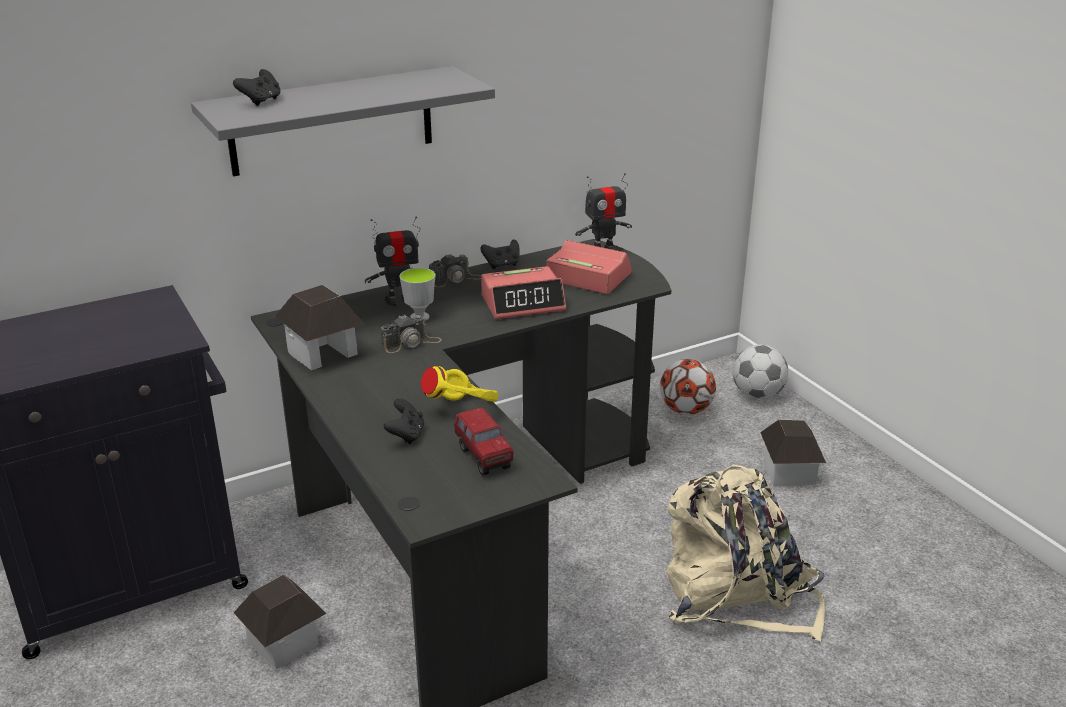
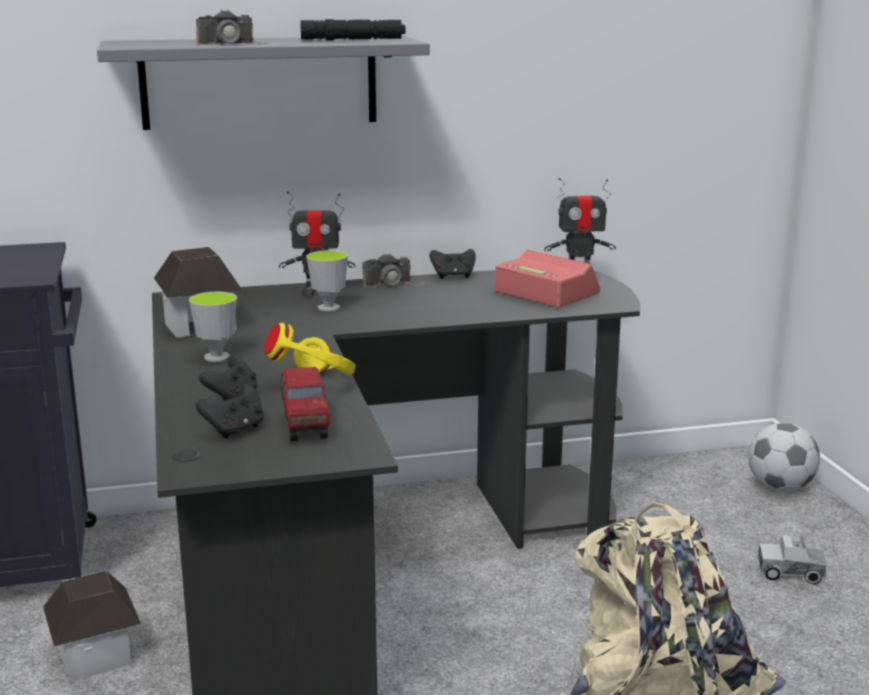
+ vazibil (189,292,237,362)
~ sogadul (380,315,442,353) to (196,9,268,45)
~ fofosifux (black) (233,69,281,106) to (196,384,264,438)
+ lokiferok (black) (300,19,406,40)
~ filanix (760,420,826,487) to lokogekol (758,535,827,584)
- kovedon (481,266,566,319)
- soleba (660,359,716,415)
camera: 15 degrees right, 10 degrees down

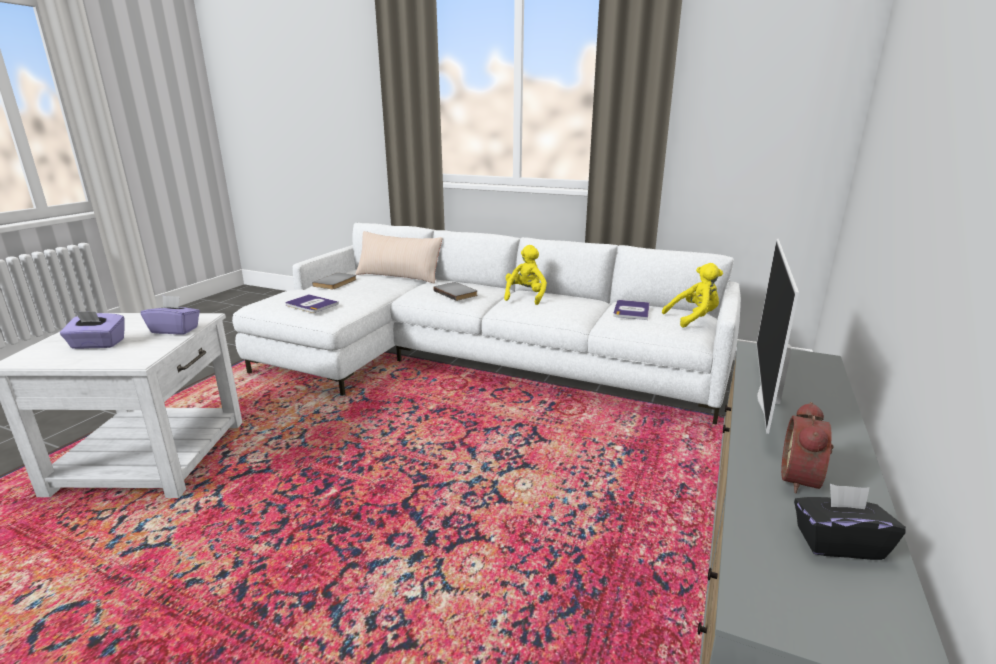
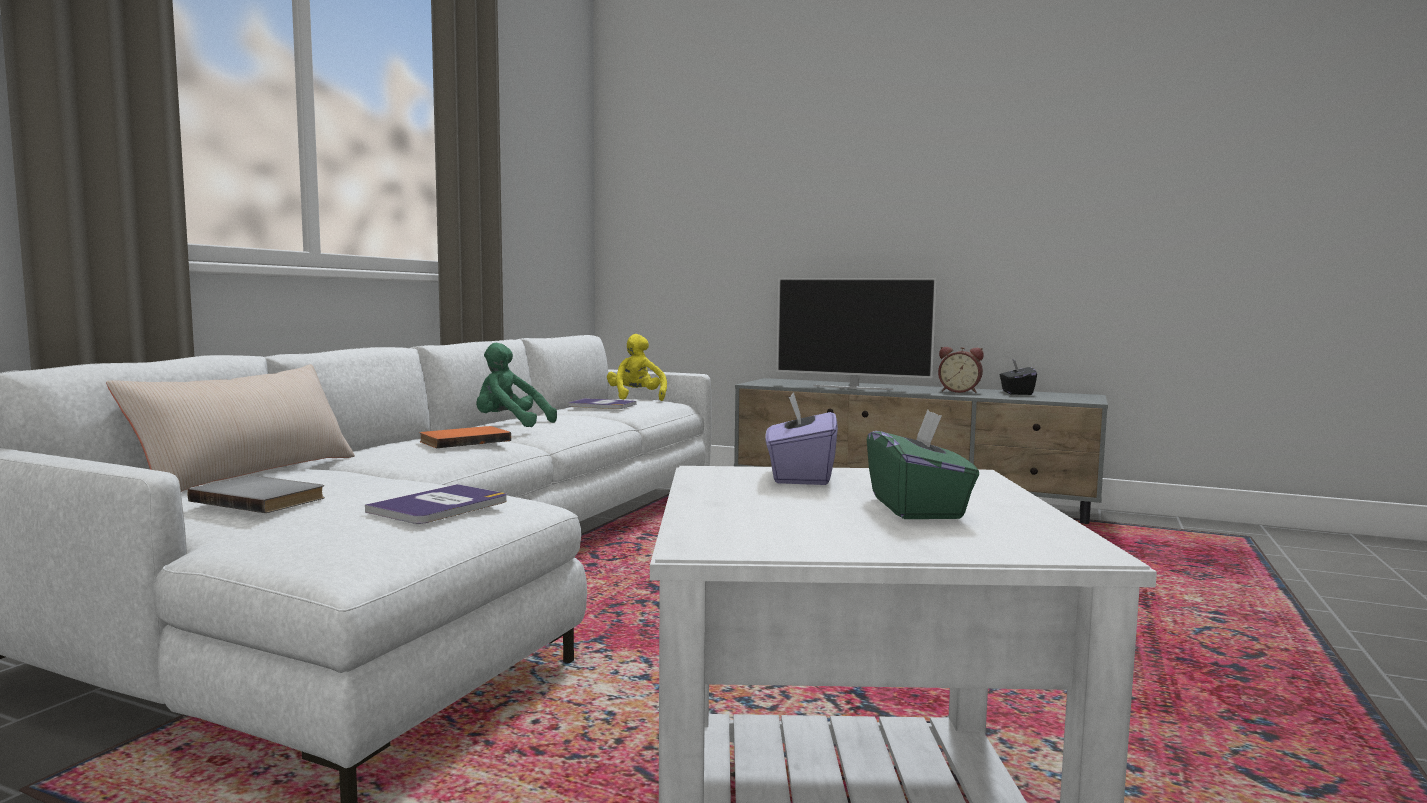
~ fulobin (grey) (433,282,478,301) to fulobin (orange) (419,426,511,448)
~ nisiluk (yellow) (504,245,547,305) to nisiluk (green) (476,343,557,427)
~ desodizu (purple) (60,311,125,349) to desodizu (green) (867,410,979,519)
camera: 90 degrees left, 15 degrees down

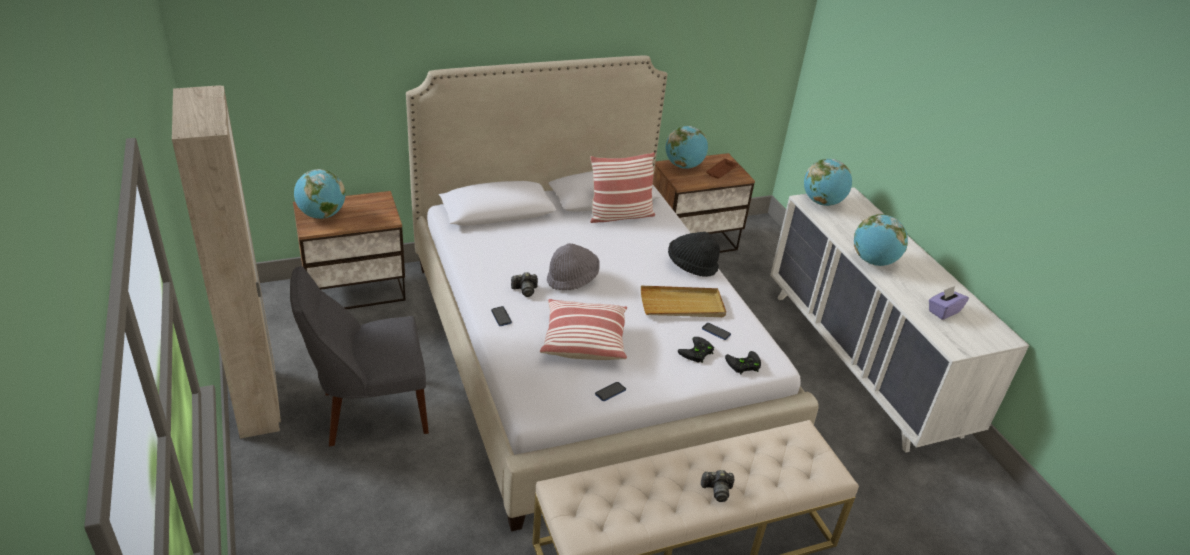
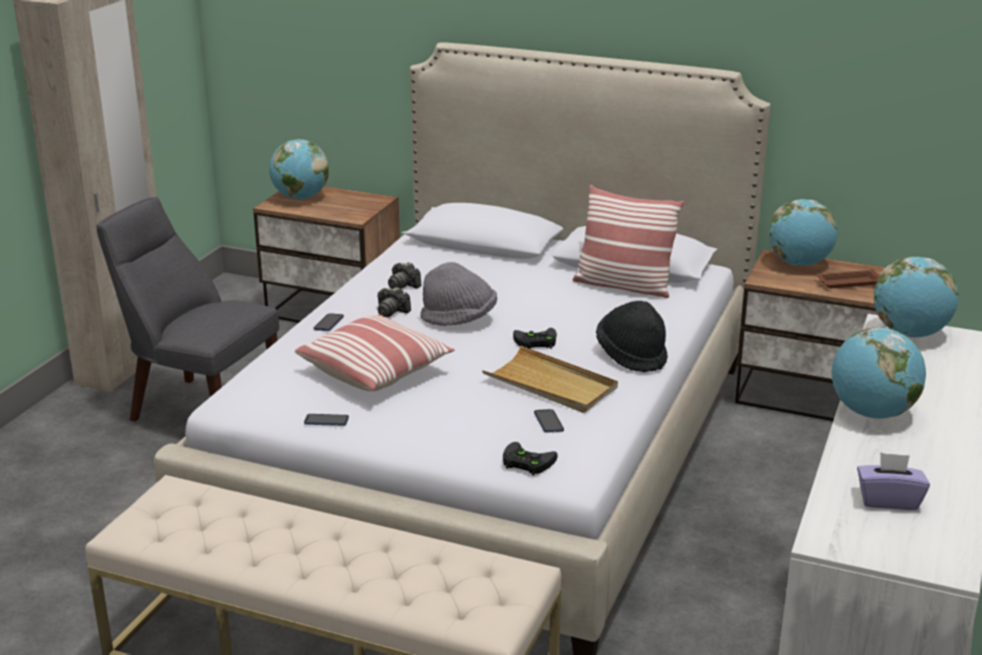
~ sogadul (701,470,734,502) to (388,262,422,289)
~ fofosifux (black) (678,337,714,363) to (513,328,557,349)
camera: 45 degrees right, 10 degrees down

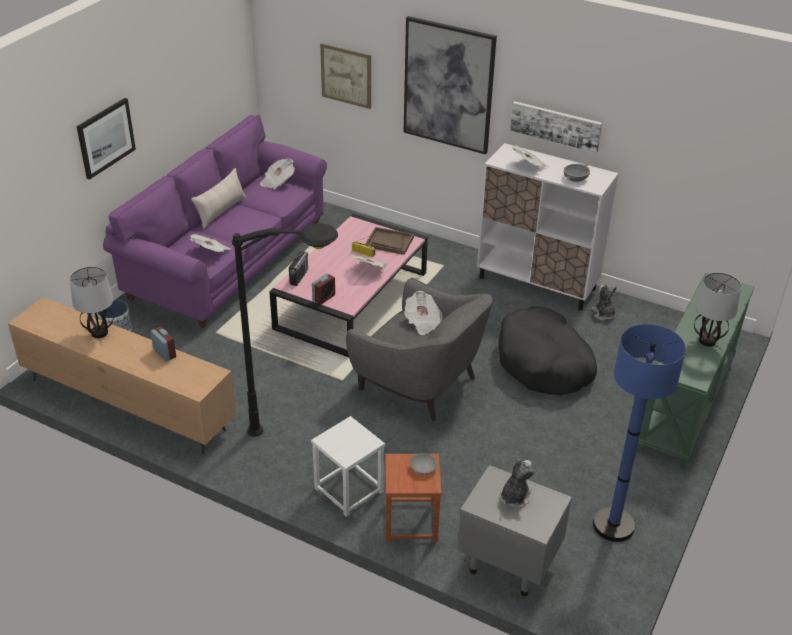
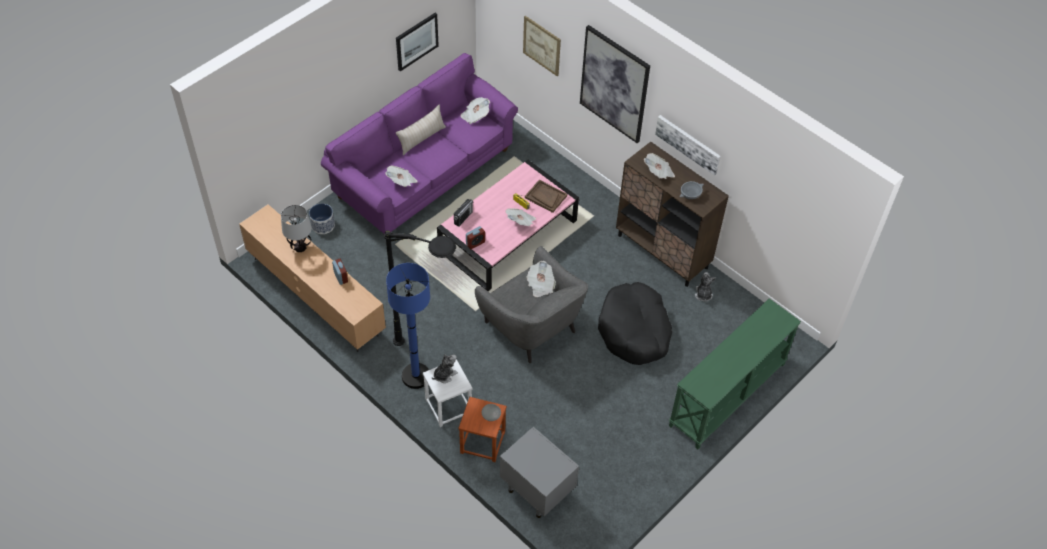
~ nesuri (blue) (593,324,686,542) to (386,263,430,389)
~ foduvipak (77,98,136,180) to (396,13,439,71)
~ nisiluk (500,459,535,508) to (432,355,458,383)
~ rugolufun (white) (477,143,618,311) to rugolufun (brown) (616,142,729,287)
- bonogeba (694,273,741,346)
camera: 15 degrees right, 15 degrees up

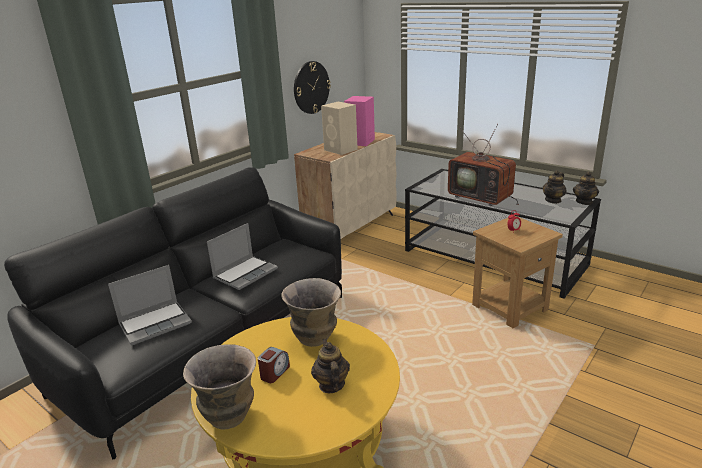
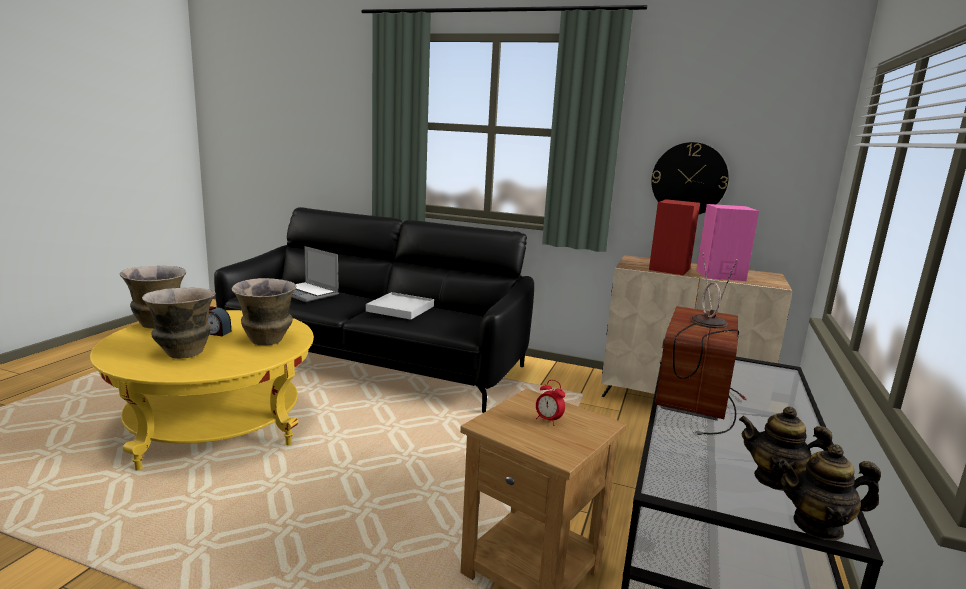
~ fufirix (311,339,350,393) to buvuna (142,287,216,359)
~ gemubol (207,223,278,290) to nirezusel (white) (366,292,434,320)
~ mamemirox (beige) (321,102,358,155) to mamemirox (red) (649,199,700,275)
camera: 70 degrees right, 10 degrees down

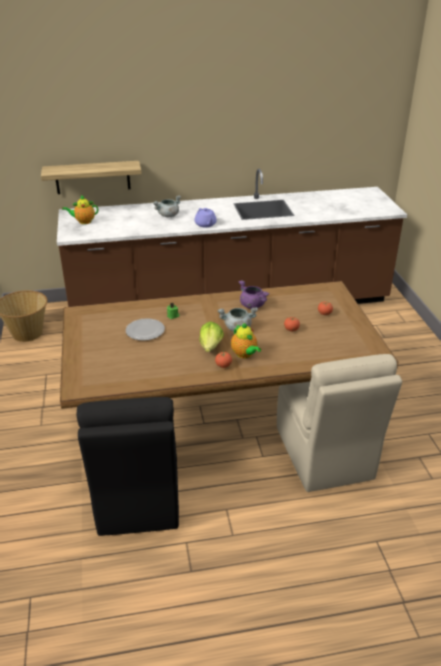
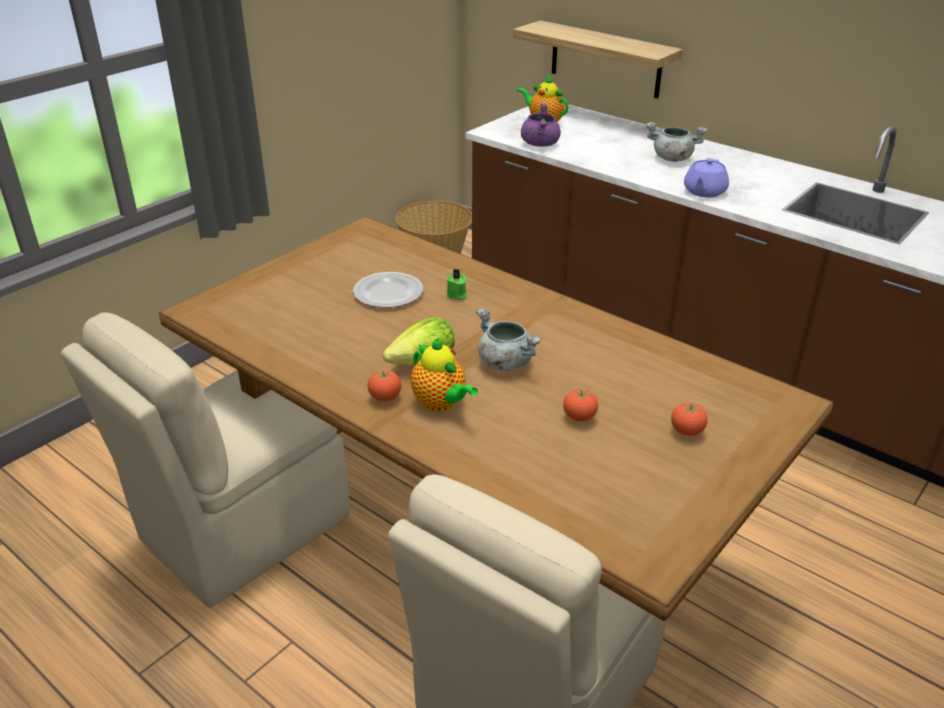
~ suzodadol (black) (76,397,179,536) to suzodadol (beige) (61,312,349,608)
~ fufirix (231,323,261,358) = (411,339,478,412) 60 degrees counterclockwise
~ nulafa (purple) (239,281,269,309) to (521,103,561,146)
camera: 50 degrees right, 0 degrees up

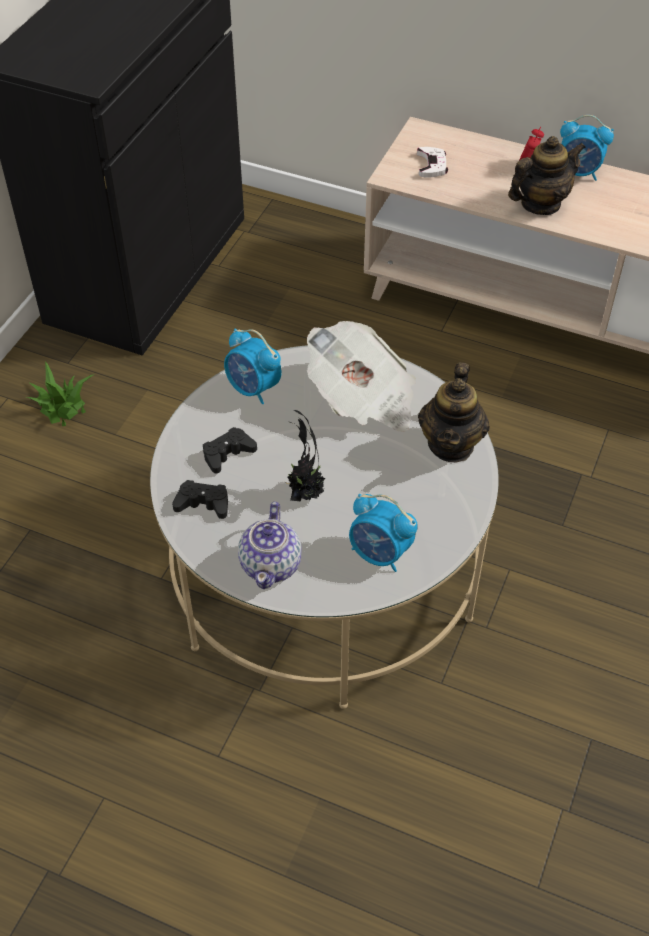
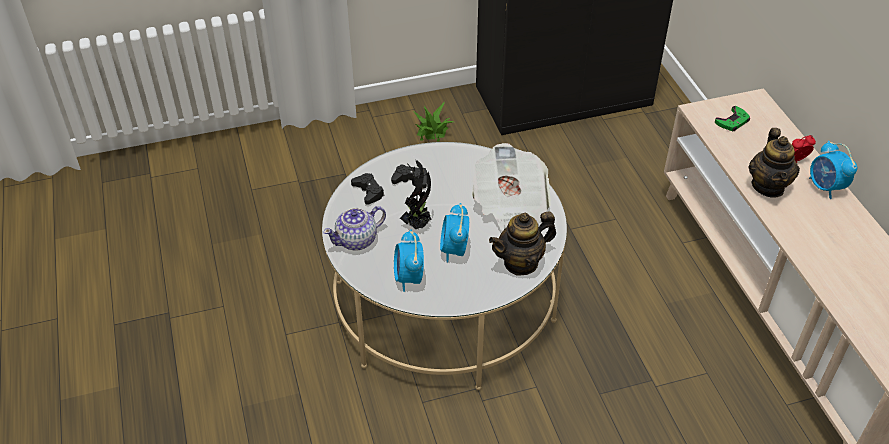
~ kovedon (224,328,281,404) to (440,203,469,262)
~ fofosifux (white) (417,147,448,178) to fofosifux (green) (715,106,750,131)
~ fufirix (508,136,586,215) = (748,128,800,198) 75 degrees clockwise
camera: 50 degrees right, 5 degrees down

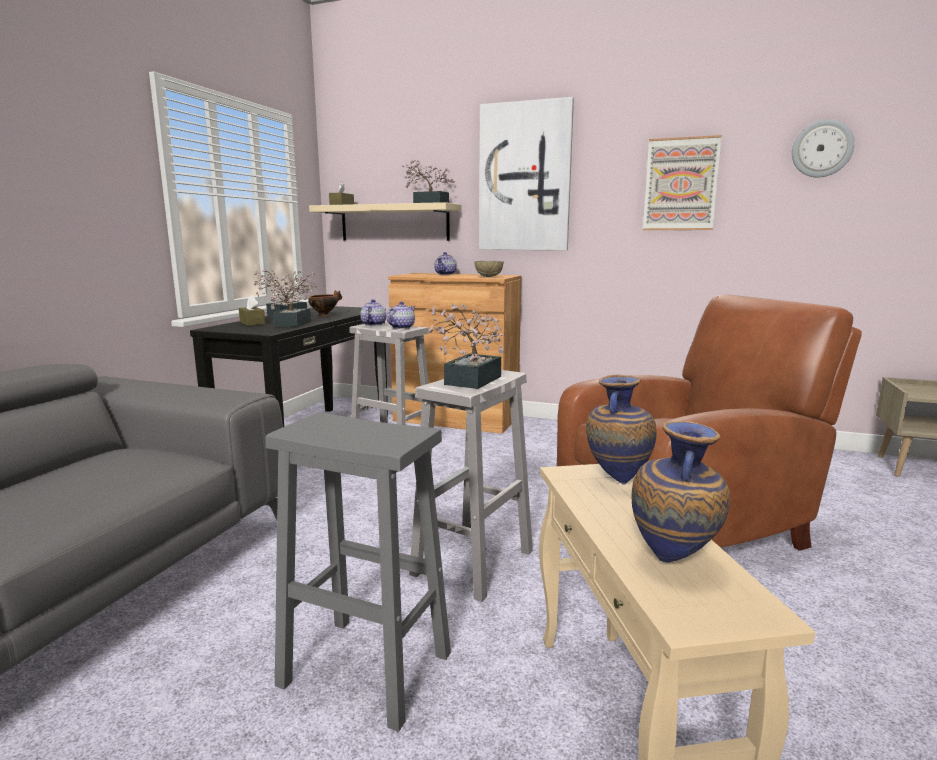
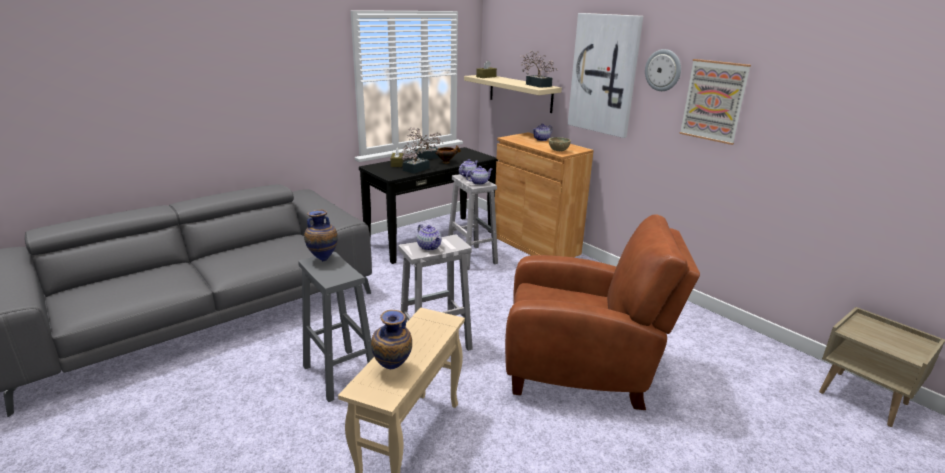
~ buvuna (586,375,656,485) to (304,210,338,262)
~ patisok (428,303,504,389) to fufirix (417,224,442,251)
~ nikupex (792,119,855,178) to (645,49,681,91)
camera: 30 degrees right, 10 degrees up

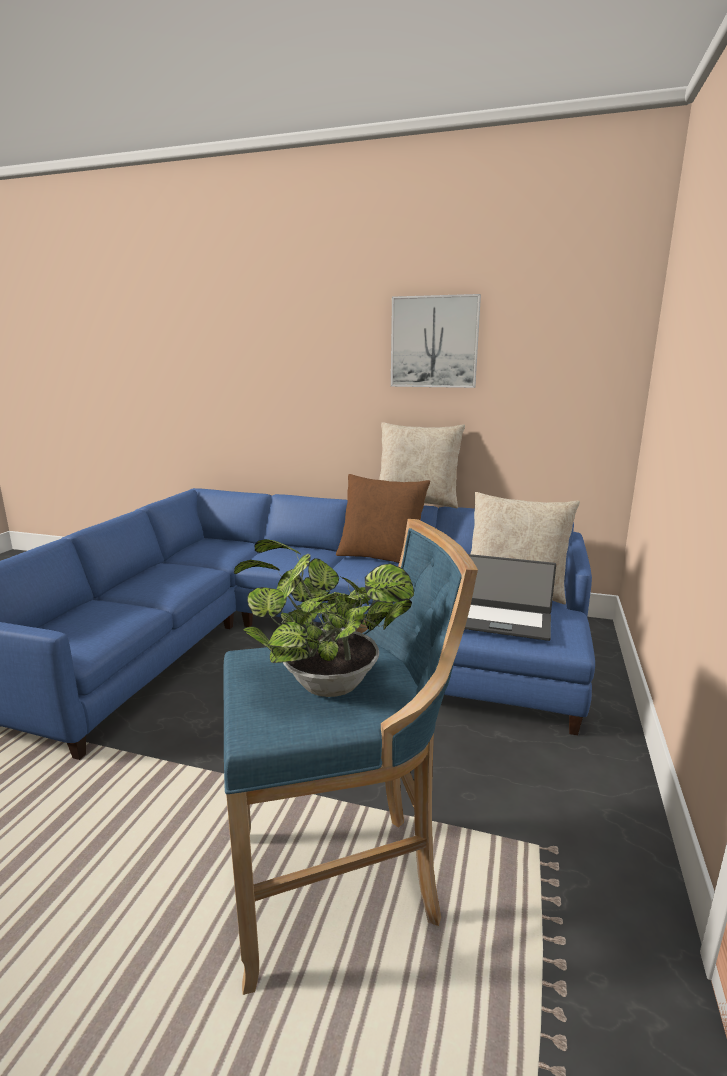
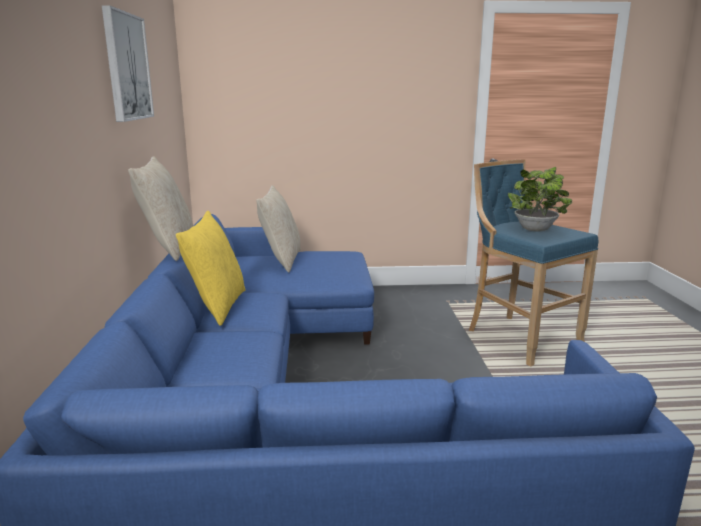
~ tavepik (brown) (336,474,430,563) to tavepik (yellow) (176,211,246,326)
- gemubol (465,554,556,641)
camera: 110 degrees left, 0 degrees up

